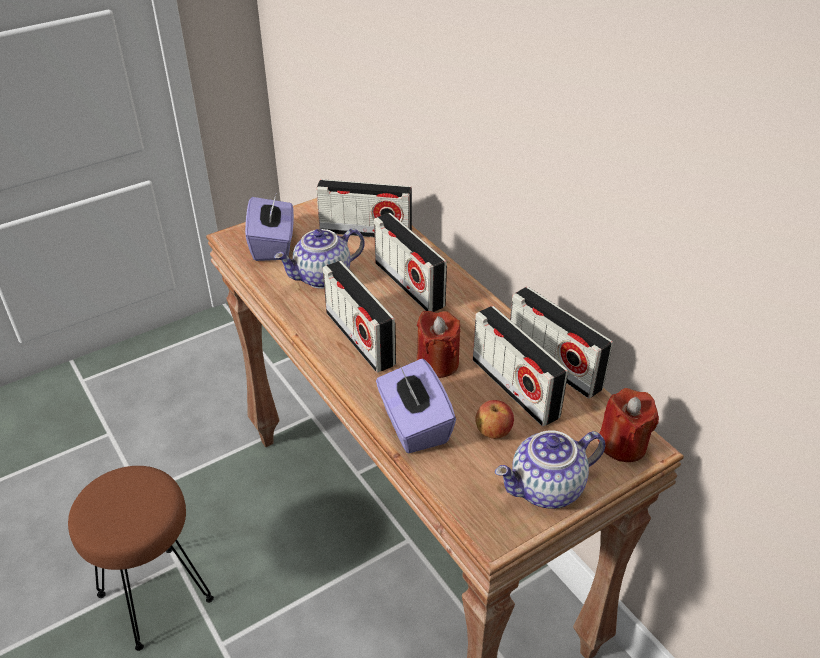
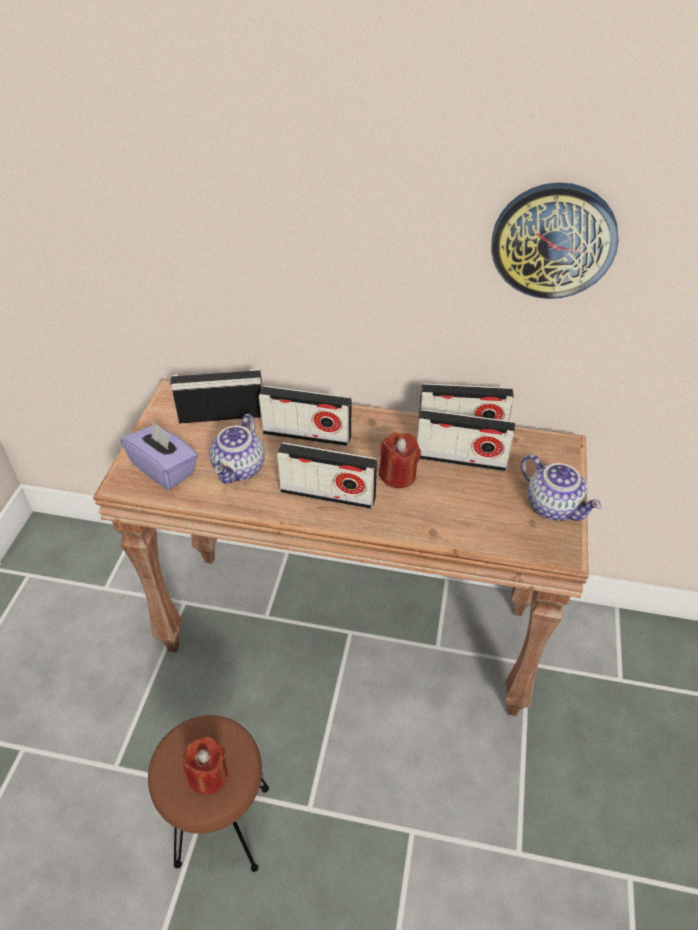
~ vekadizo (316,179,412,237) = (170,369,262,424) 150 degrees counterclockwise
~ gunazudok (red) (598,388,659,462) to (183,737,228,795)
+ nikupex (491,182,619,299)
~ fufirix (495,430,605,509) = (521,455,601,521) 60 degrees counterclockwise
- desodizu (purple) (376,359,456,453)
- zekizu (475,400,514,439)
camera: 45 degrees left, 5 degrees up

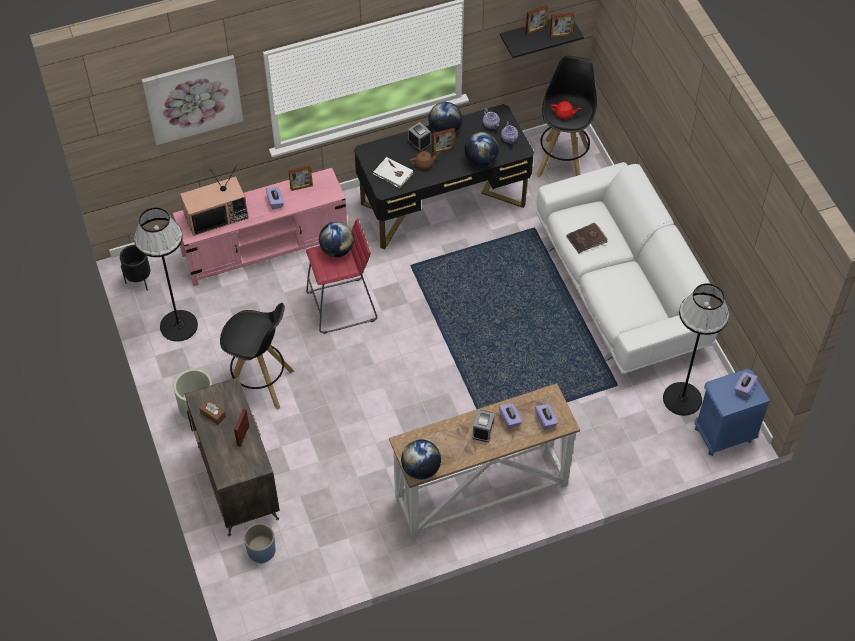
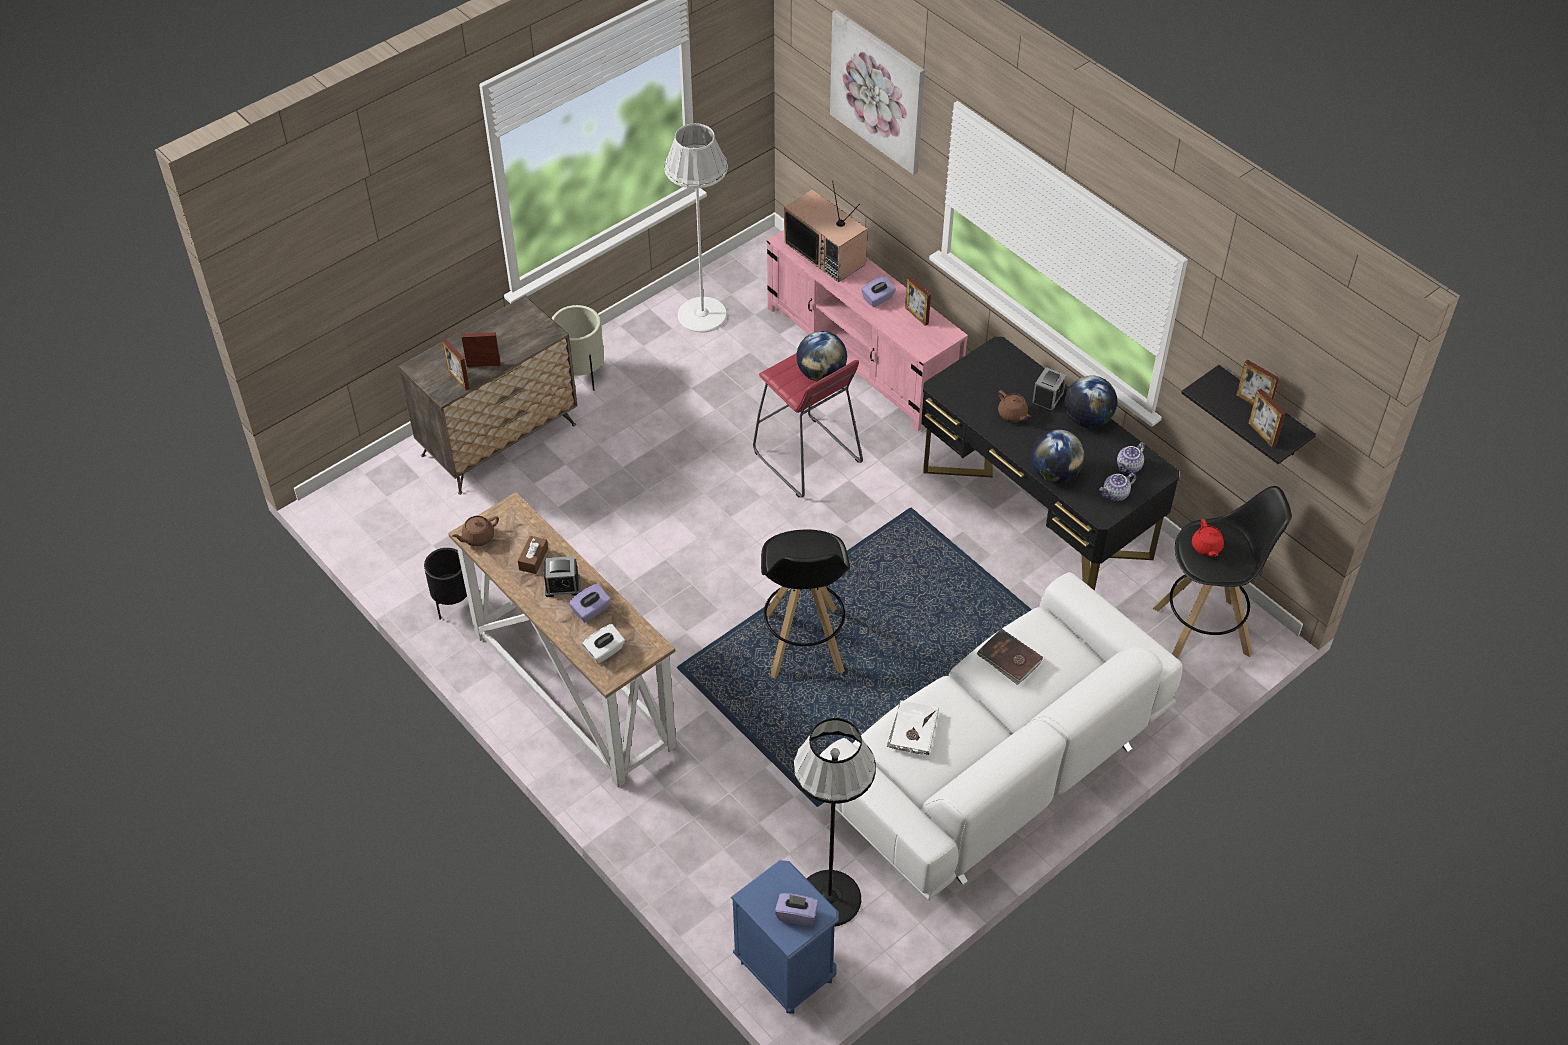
~ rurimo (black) (120,245,150,291) to (424,548,467,620)
~ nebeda (432,128,455,154) to (443,339,470,390)
~ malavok (401,439,441,480) to fufirix (brown) (451,516,499,547)
~ desodizu (brown) (199,400,226,425) to (518,536,548,574)
~ desodizu (purple) (535,404,558,430) to desodizu (white) (582,624,625,664)
~ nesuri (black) (134,208,198,342) to nesuri (white) (664,123,728,333)
~ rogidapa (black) (220,303,295,410) to (761,530,850,679)
~ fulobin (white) (373,157,413,189) to (887,700,939,755)
- rurimo (blue) (244,523,276,563)
camera: 70 degrees right, 5 degrees down

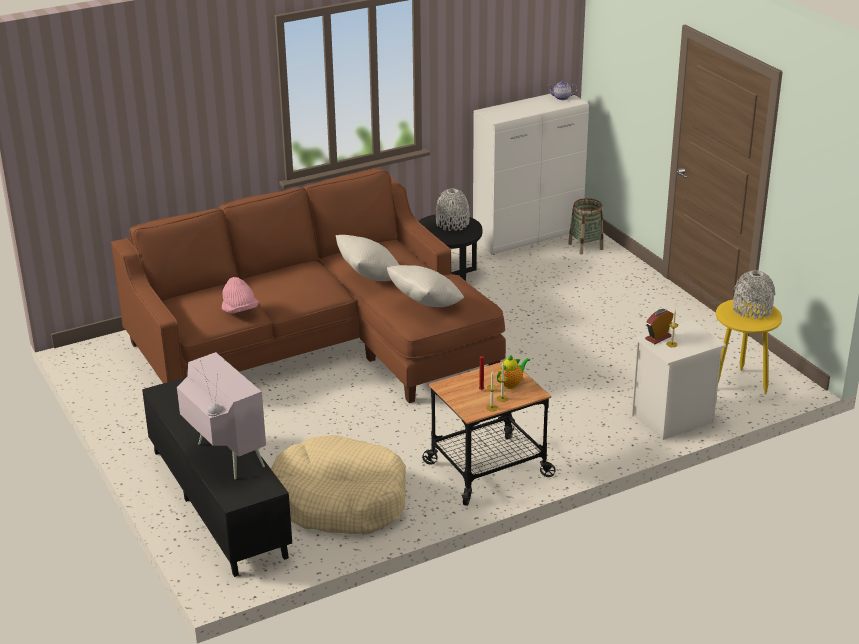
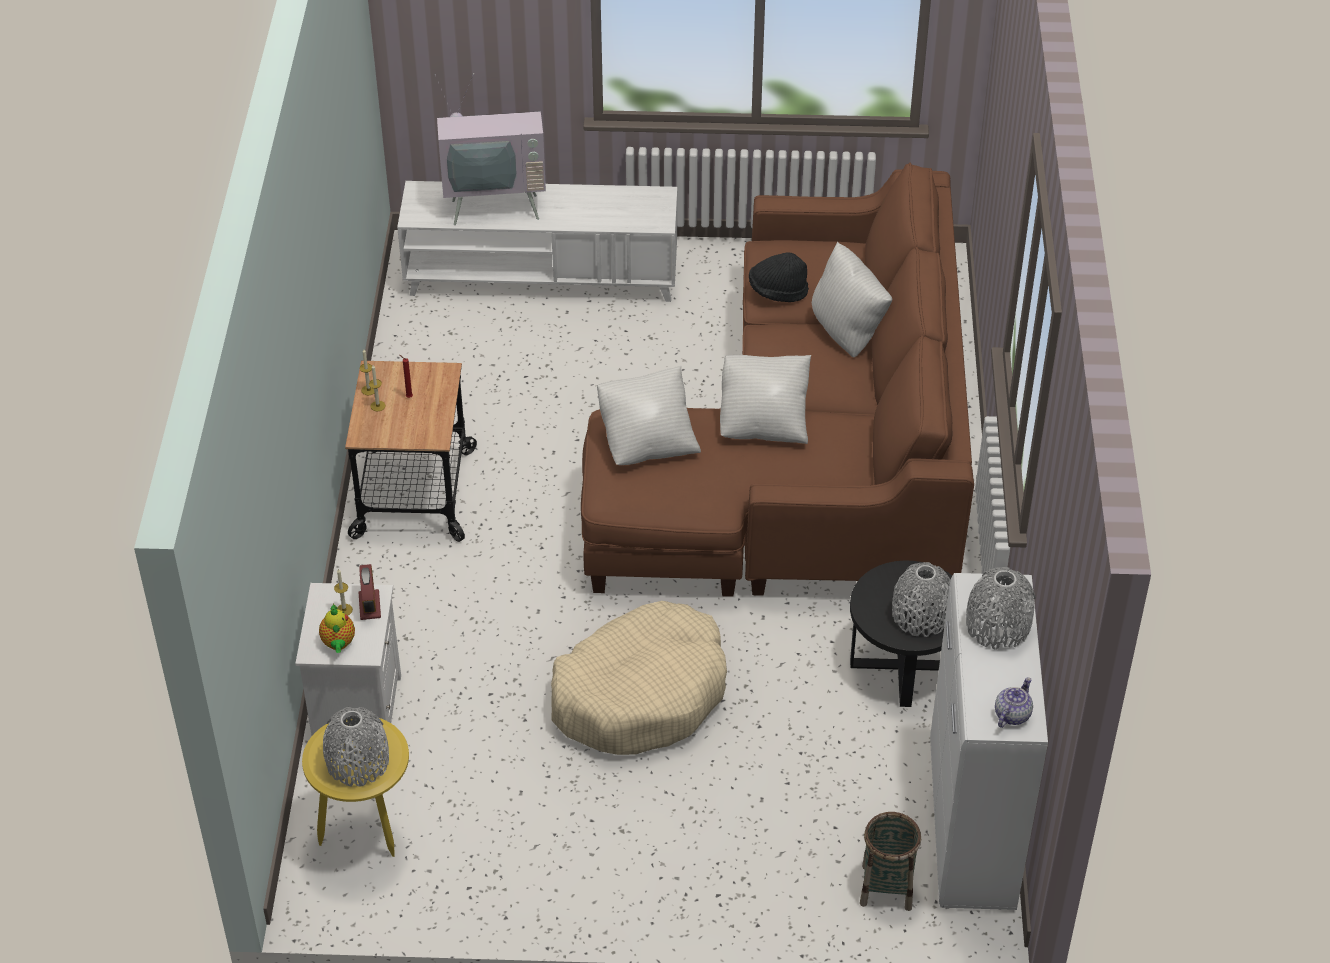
~ fufirix (497,354,530,389) to (319,604,355,653)
~ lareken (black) (142,377,292,577) to lareken (white) (397,181,677,302)
~ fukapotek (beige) (271,435,406,534) to (551,601,727,755)
~ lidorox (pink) (222,277,259,313) to lidorox (black) (749,252,809,302)
+ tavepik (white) (812,242,892,358)
+ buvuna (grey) (966,567,1036,650)
camera: 120 degrees right, 15 degrees up

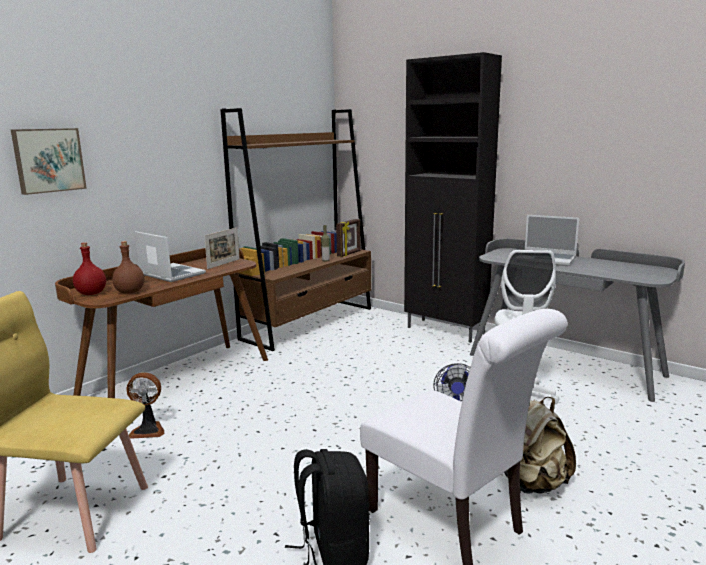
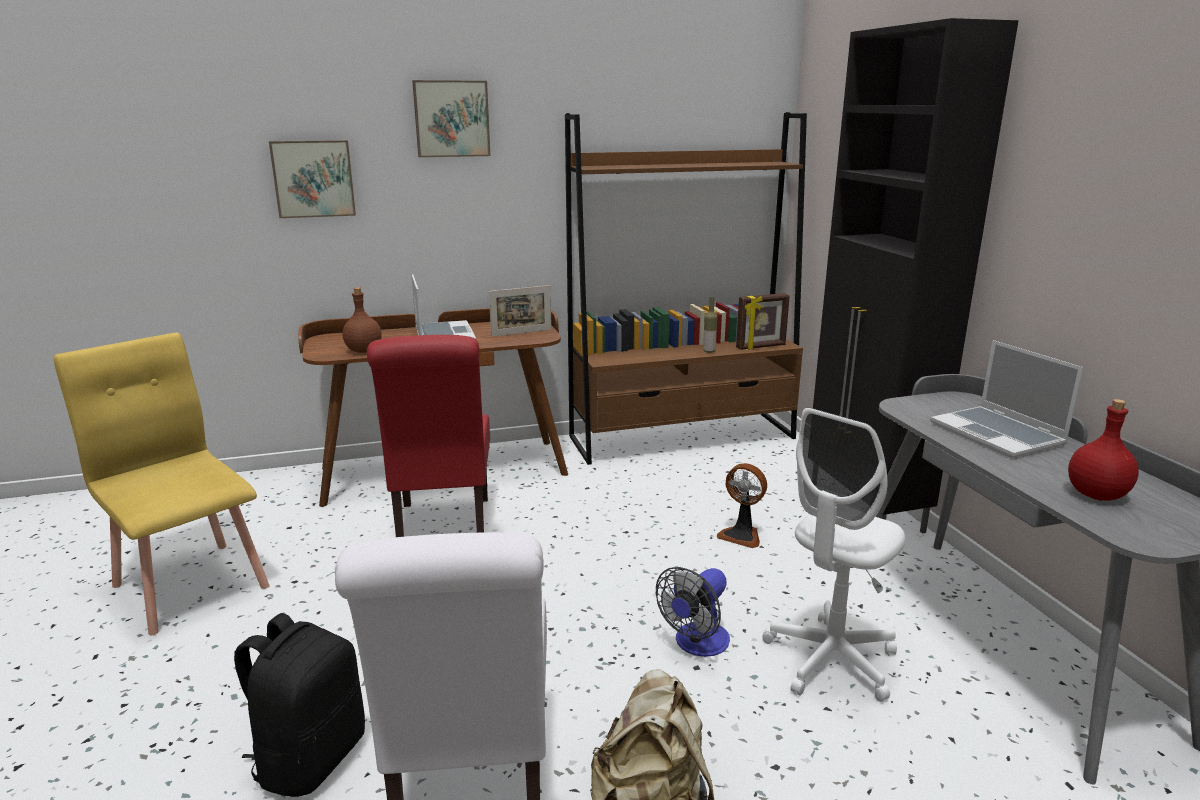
+ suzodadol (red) (367,335,490,537)
+ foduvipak (412,80,491,157)
~ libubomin (126,372,164,439) to (717,463,767,548)
~ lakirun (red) (73,242,106,295) to (1068,399,1139,501)
camera: 35 degrees right, 5 degrees up

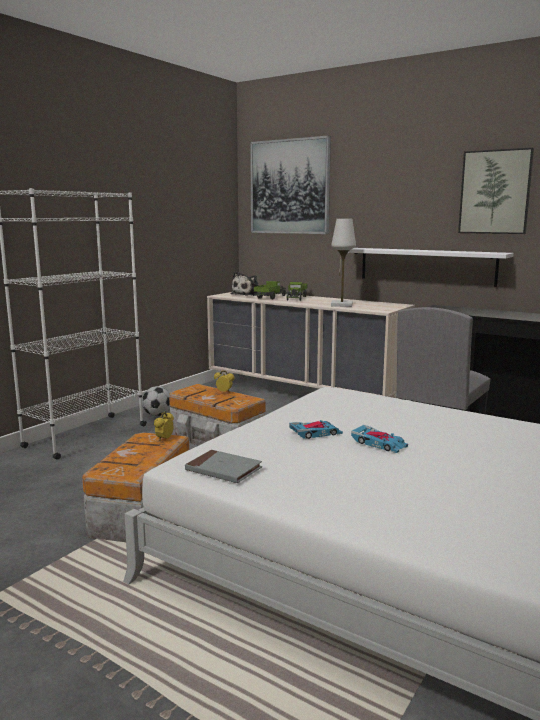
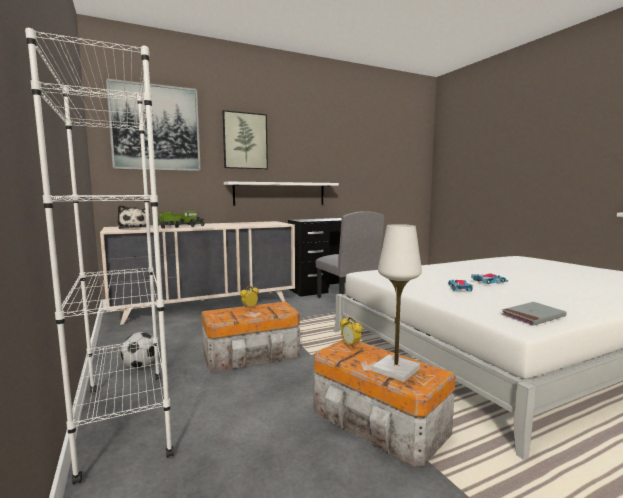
~ foduvipak (458,148,534,234) to (222,110,268,169)
~ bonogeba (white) (331,219,356,307) to (372,224,422,382)
camera: 60 degrees left, 5 degrees down

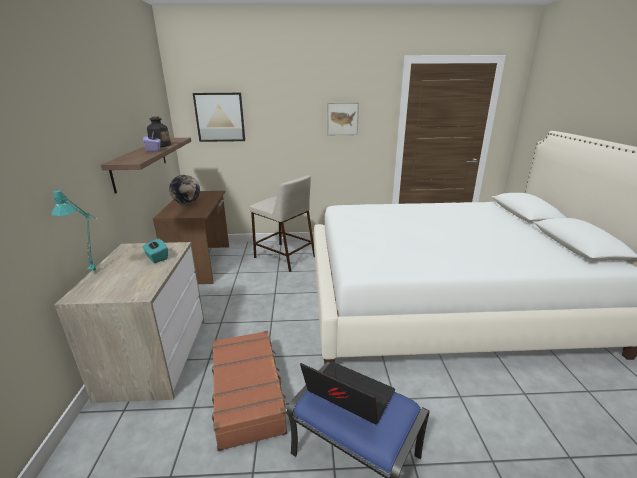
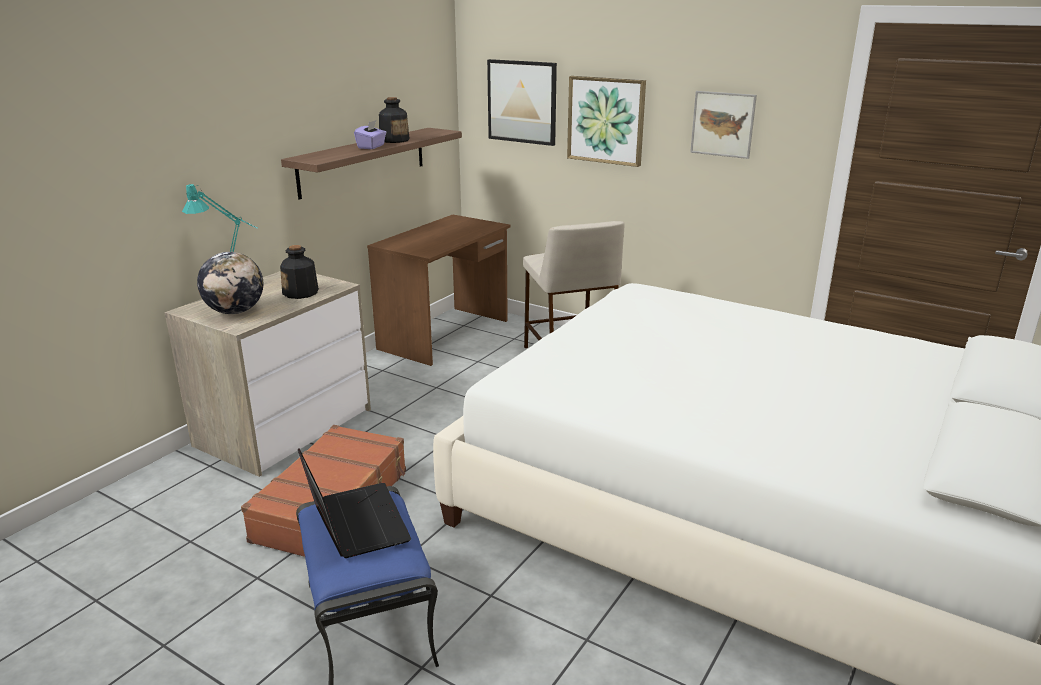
~ malavok (169,175,200,204) to (197,252,263,314)
~ desodizu (turquoise) (142,239,168,263) to lakirun (280,245,319,299)
+ foduvipak (567,76,646,167)
camera: 35 degrees right, 0 degrees up

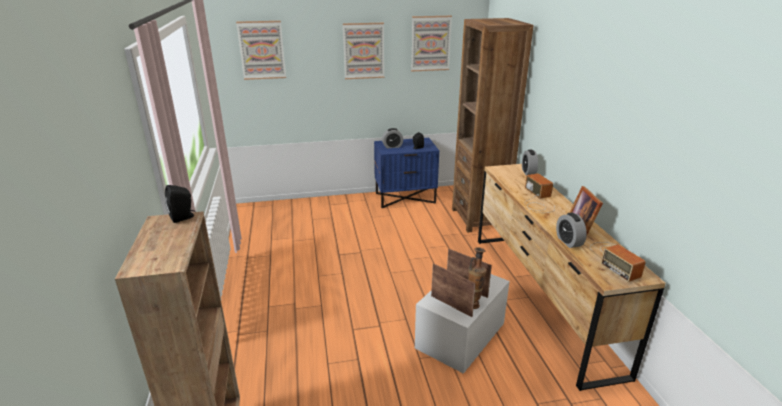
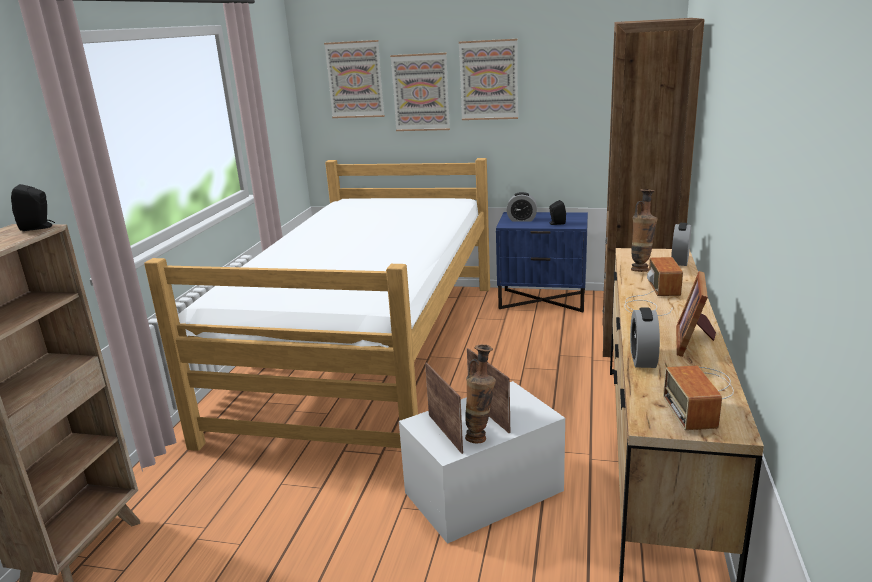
+ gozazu (144,158,490,451)
~ foduvipak (411,16,452,72) to (390,53,450,131)
+ buvuna (631,189,658,272)
camera: 25 degrees right, 5 degrees down

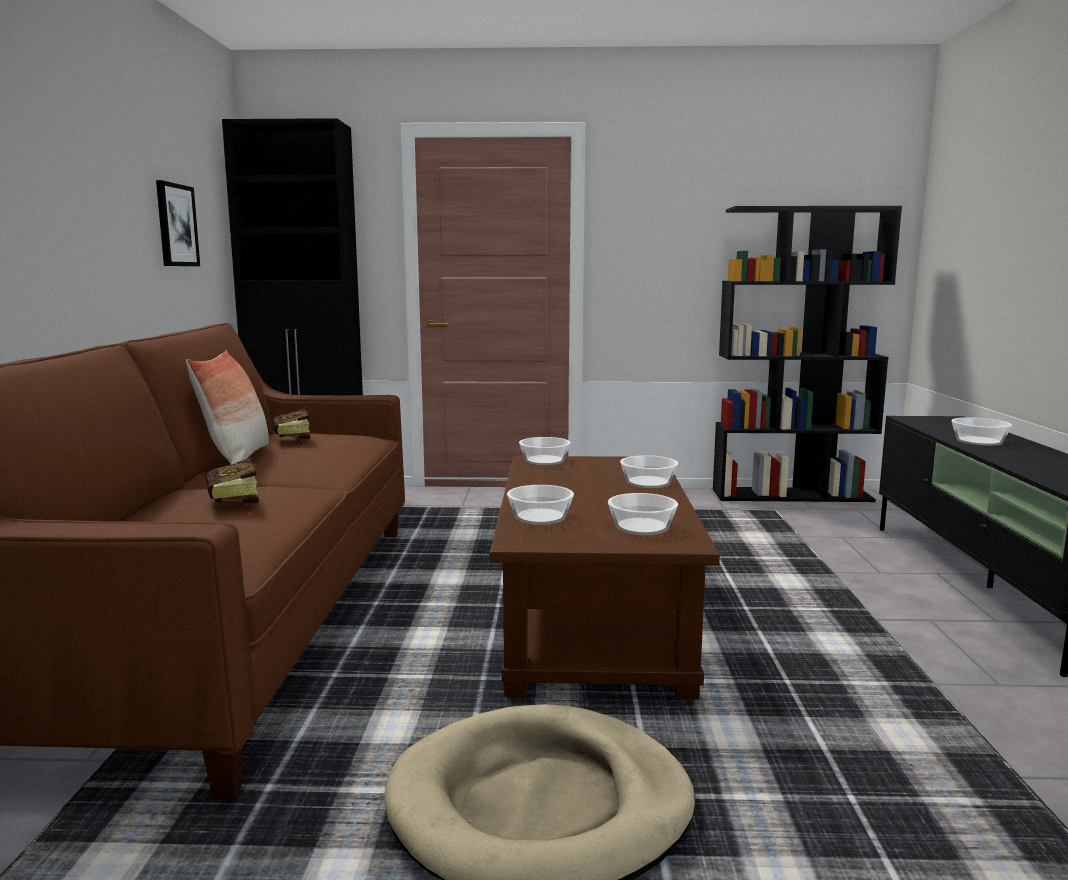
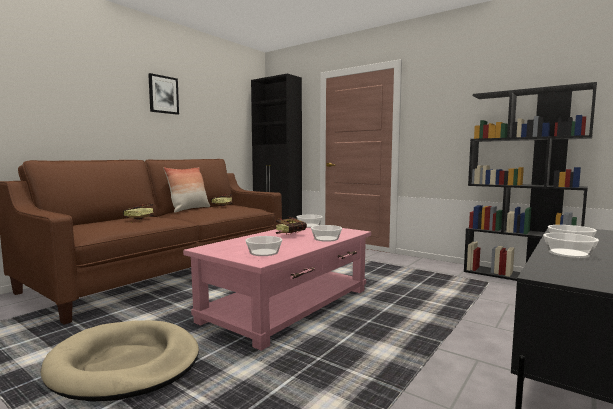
~ foduvipak (156,180,200,266) to (148,73,179,115)
~ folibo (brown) (490,456,720,700) to folibo (pink) (183,228,371,351)
+ fulobin (276,217,307,235)
~ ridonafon (507,485,574,525) to (543,233,599,258)
camera: 35 degrees right, 5 degrees down

